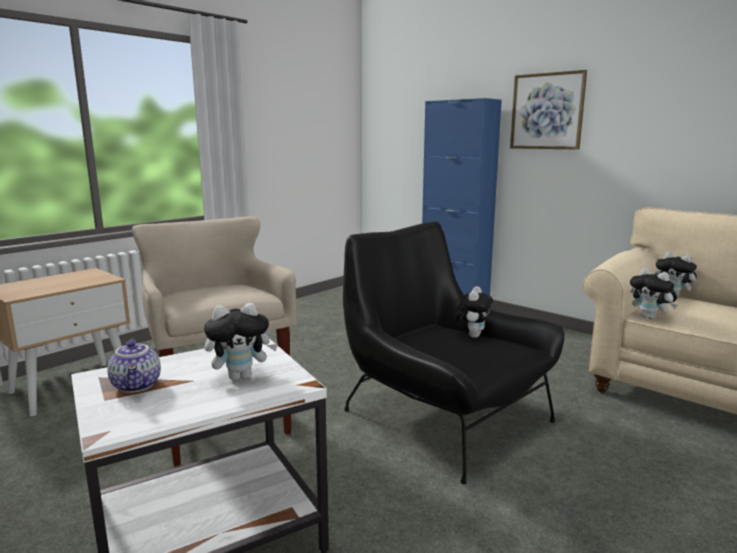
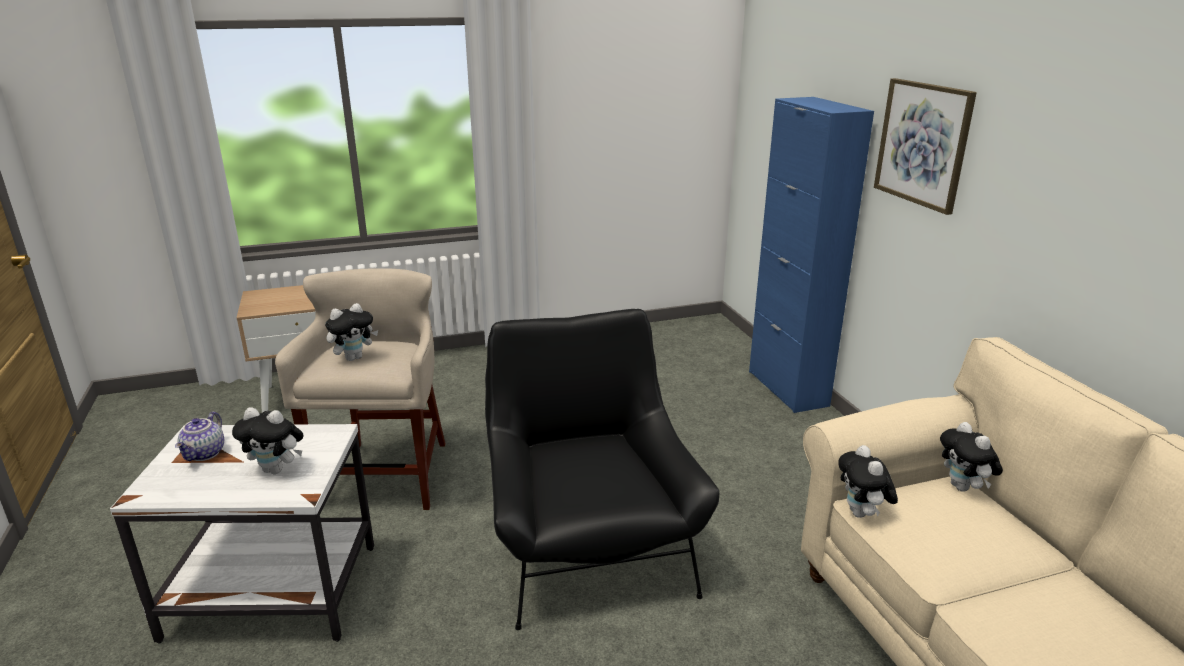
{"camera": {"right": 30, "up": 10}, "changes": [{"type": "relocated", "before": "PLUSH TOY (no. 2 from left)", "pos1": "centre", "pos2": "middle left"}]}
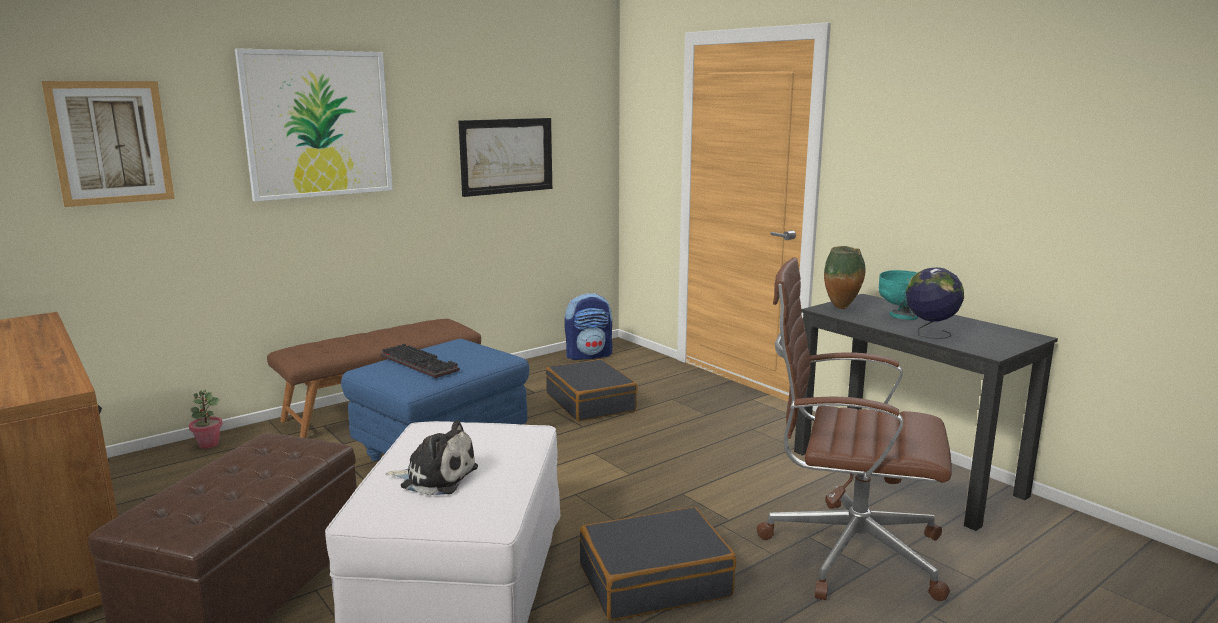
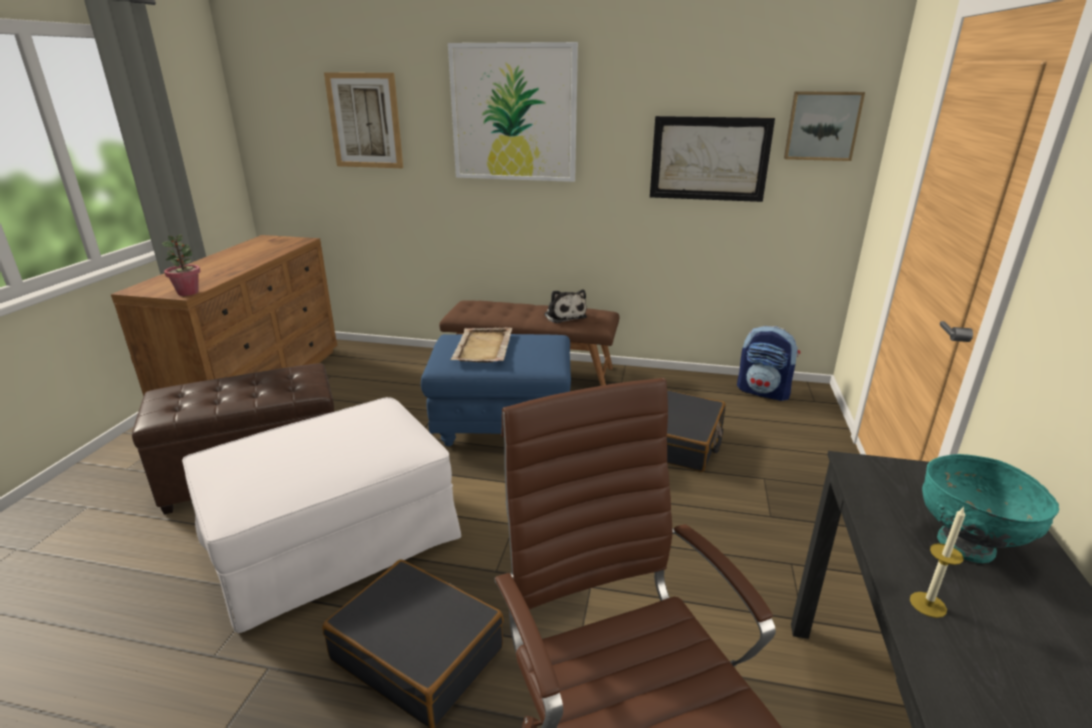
{"camera": {"right": 50, "up": 10}, "changes": [{"type": "relocated", "before": "POTTED PLANT", "pos1": "bottom left", "pos2": "middle left"}, {"type": "exchanged", "before": "KEYBOARD", "after": "BEIGE TRAY", "pos1": "centre", "pos2": "centre"}, {"type": "relocated", "before": "PLUSH TOY", "pos1": "bottom centre", "pos2": "centre"}, {"type": "missing", "before": "VASE", "pos1": "middle right"}, {"type": "exchanged", "before": "GLOBE", "after": "CANDLE", "pos1": "middle right", "pos2": "bottom right"}, {"type": "appeared", "after": "PICTURE (no. 4 from left)", "pos2": "top right"}]}
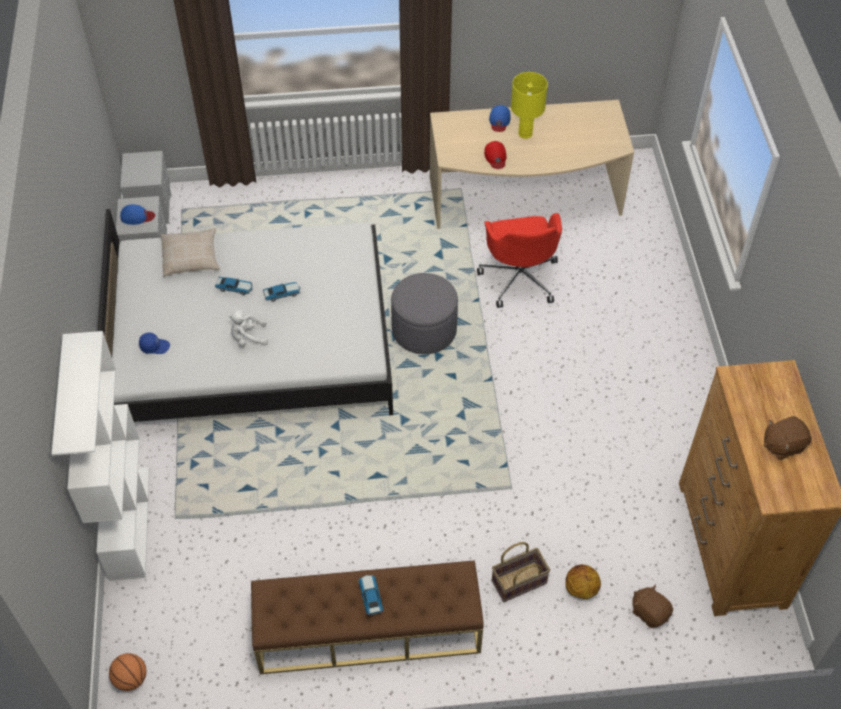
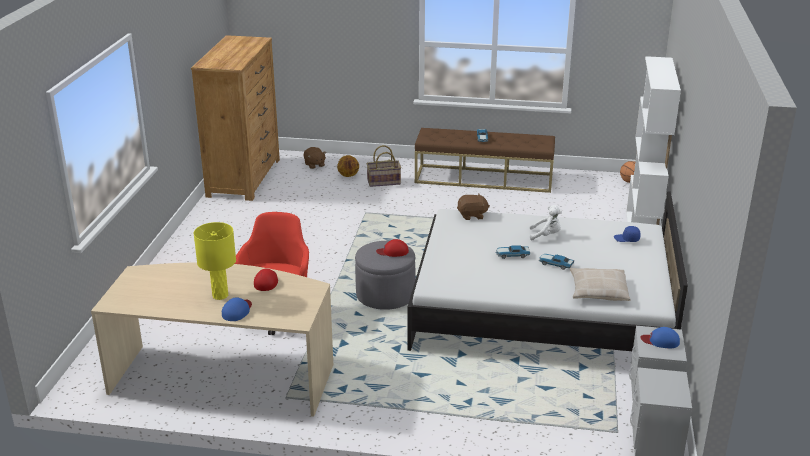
{"camera": {"right": -165, "up": -25}, "changes": [{"type": "relocated", "before": "BROWN PLUSH TOY (no. 2 from left)", "pos1": "middle right", "pos2": "centre"}, {"type": "appeared", "after": "RED CAP (no. 2 from left)", "pos2": "centre"}]}
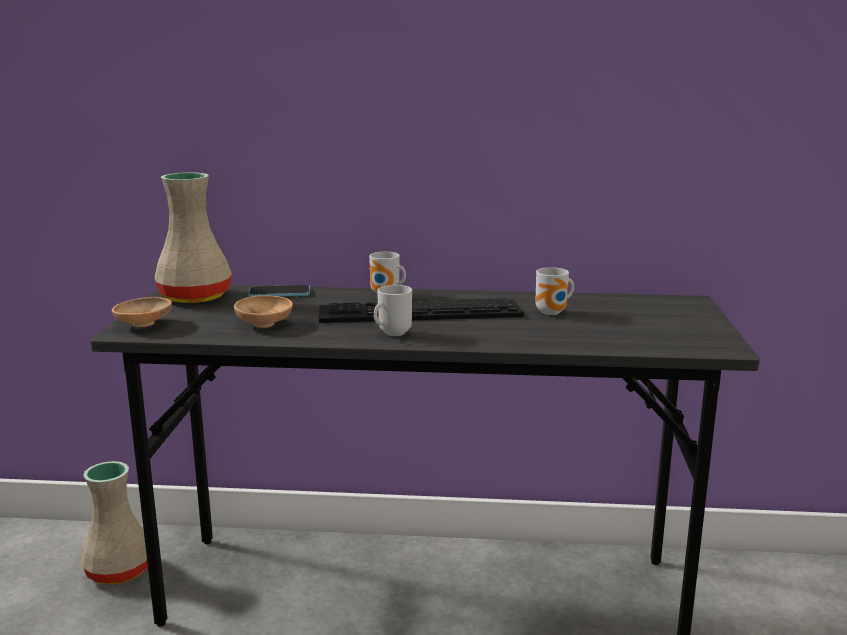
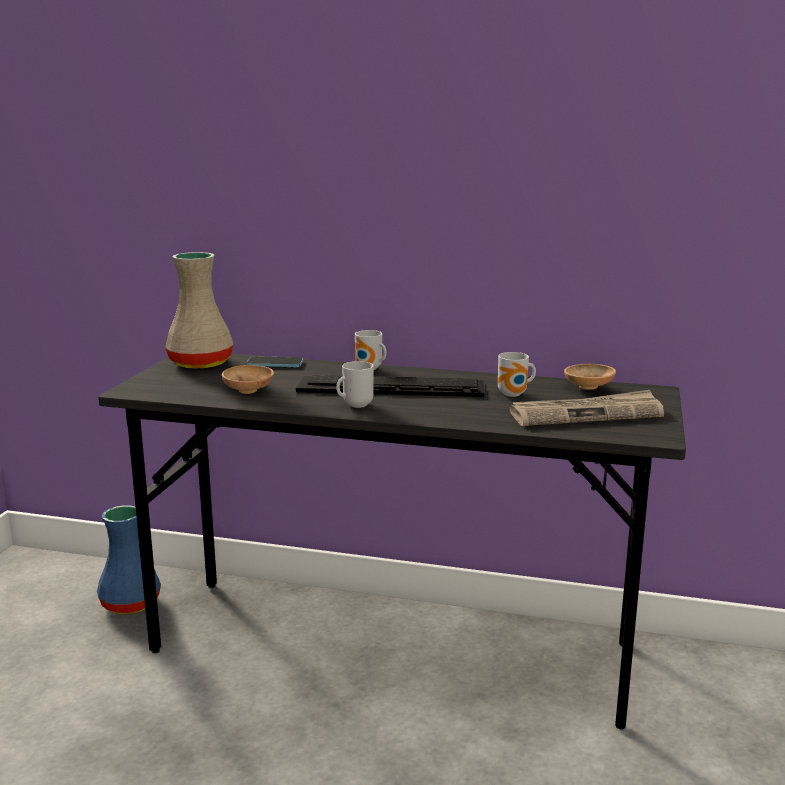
{"camera": {"right": 10, "up": 0}, "changes": [{"type": "colour", "before": "BEIGE VASE (no. 1 from left)", "after": "BLUE VASE", "pos1": "bottom left", "pos2": "bottom left"}, {"type": "relocated", "before": "BROWN BOWL (no. 1 from left in the first image)", "after": "BROWN BOWL (no. 2 from left)", "pos1": "middle left", "pos2": "middle right"}, {"type": "appeared", "after": "NEWSPAPER", "pos2": "middle right"}]}
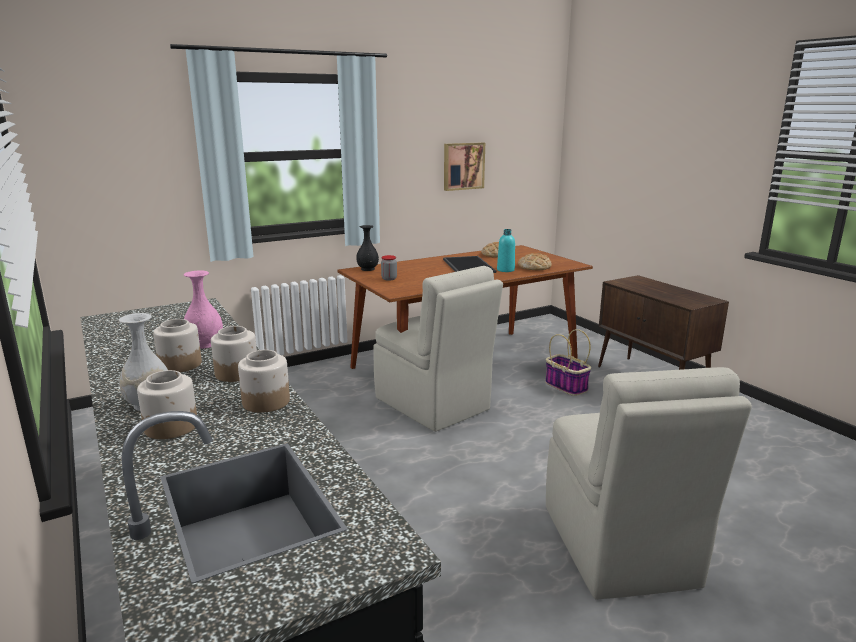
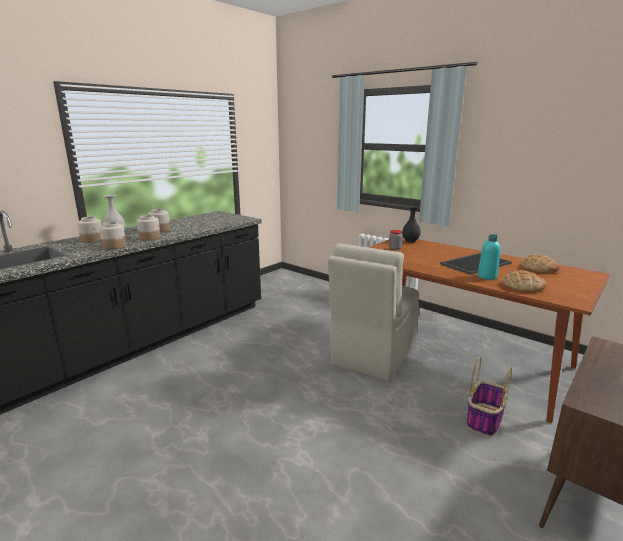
{"camera": {"right": 70, "up": 0}, "changes": [{"type": "missing", "before": "PINK VASE", "pos1": "middle left"}, {"type": "missing", "before": "PICTURE", "pos1": "top centre"}, {"type": "missing", "before": "BEIGE CHAIR (no. 2 from left)", "pos1": "bottom right"}]}
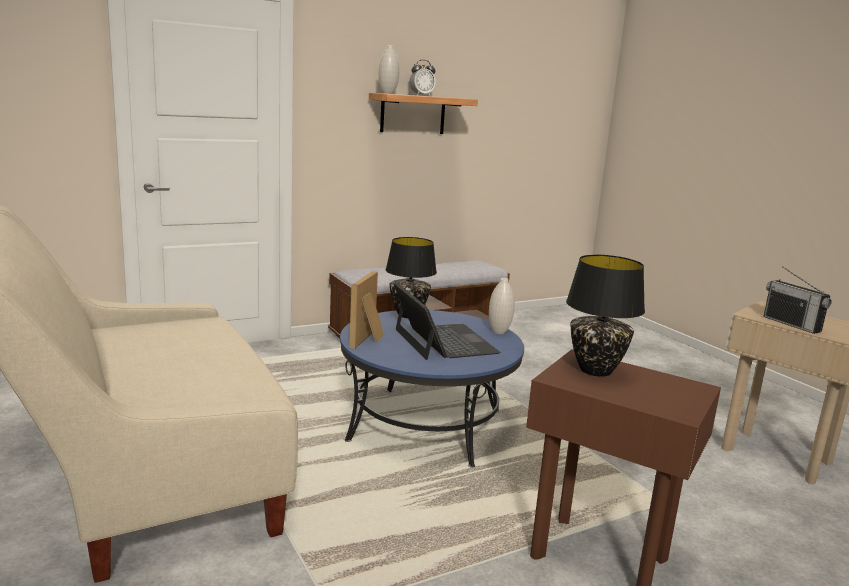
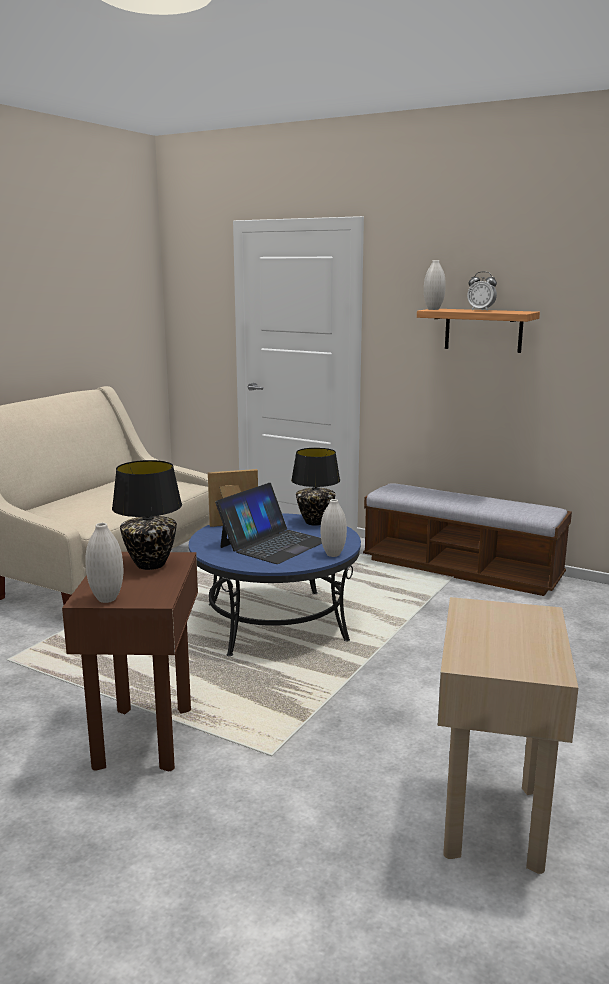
{"camera": {"right": 60, "up": 0}, "changes": [{"type": "missing", "before": "RADIO", "pos1": "middle right"}, {"type": "appeared", "after": "WHITE VASE (no. 1 from left)", "pos2": "middle left"}]}
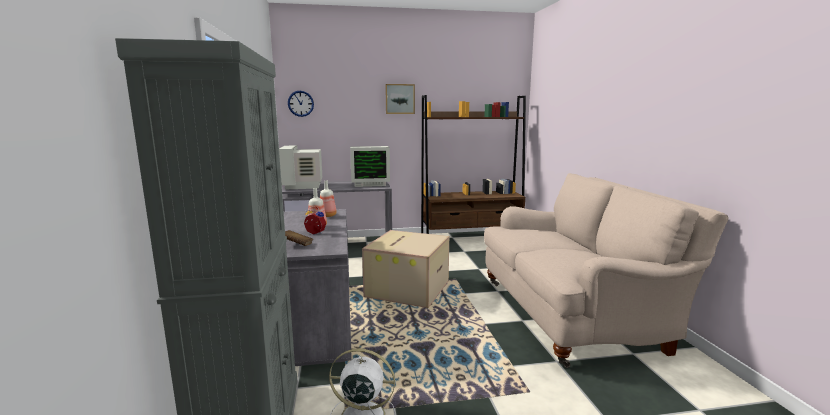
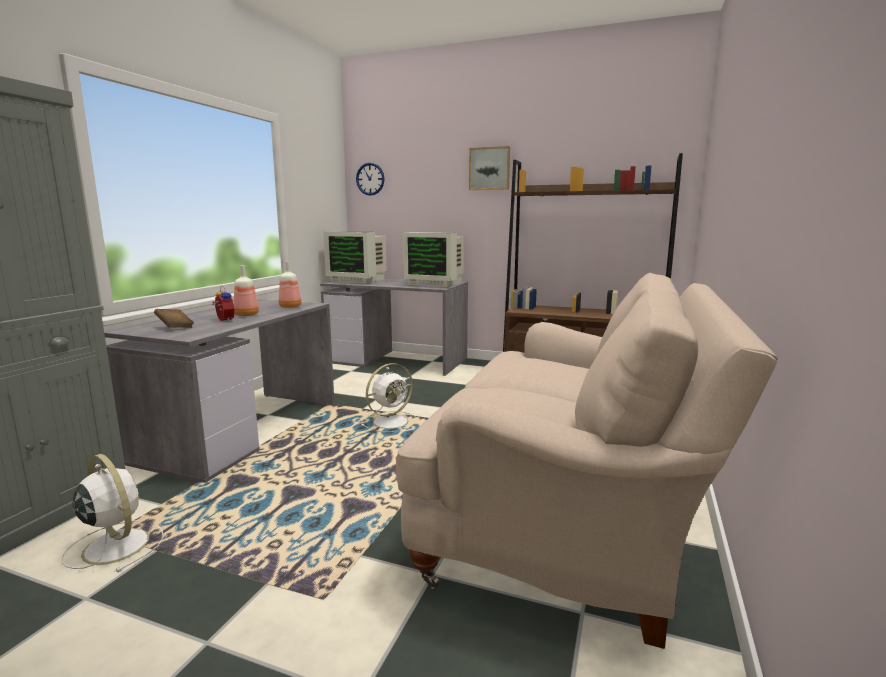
{"camera": {"right": 30, "up": 0}, "changes": [{"type": "spun", "before": "MONITOR (no. 1 from left)", "pos1": "centre", "pos2": "centre", "turn": -90}, {"type": "exchanged", "before": "CARDBOARD BOX", "after": "WHITE FAN (no. 2 from left)", "pos1": "centre", "pos2": "centre"}]}
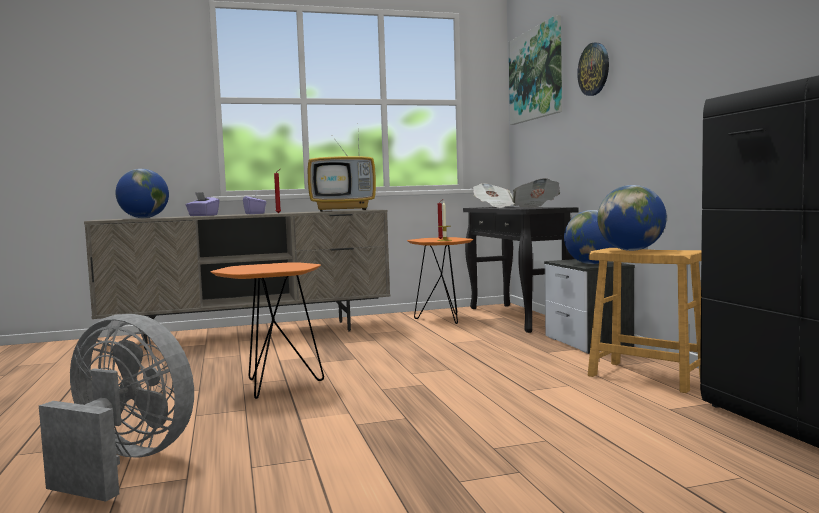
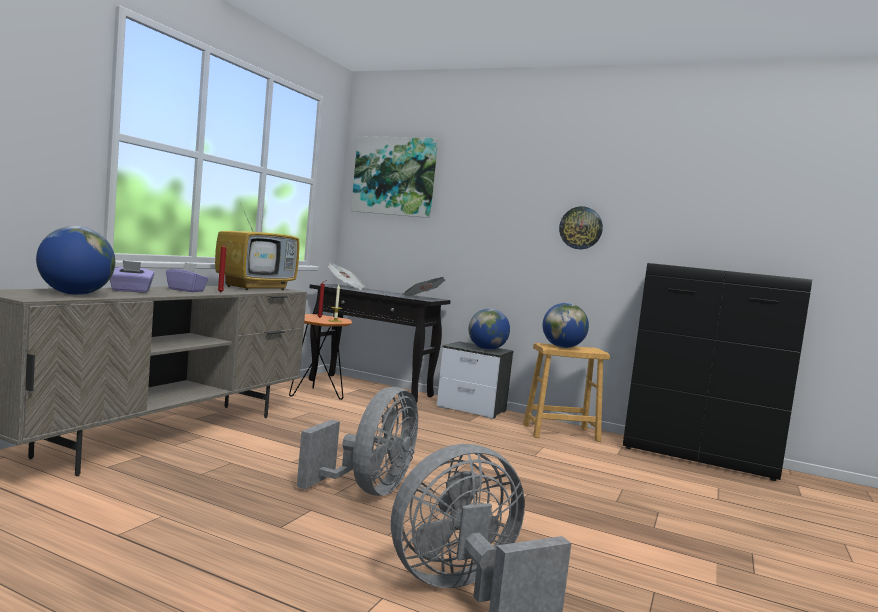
{"camera": {"right": -50, "up": 0}, "changes": [{"type": "exchanged", "before": "ORANGE SIDE TABLE (no. 1 from left)", "after": "GREY FAN (no. 1 from left)", "pos1": "middle left", "pos2": "bottom centre"}, {"type": "relocated", "before": "WALL CLOCK", "pos1": "top right", "pos2": "centre"}]}
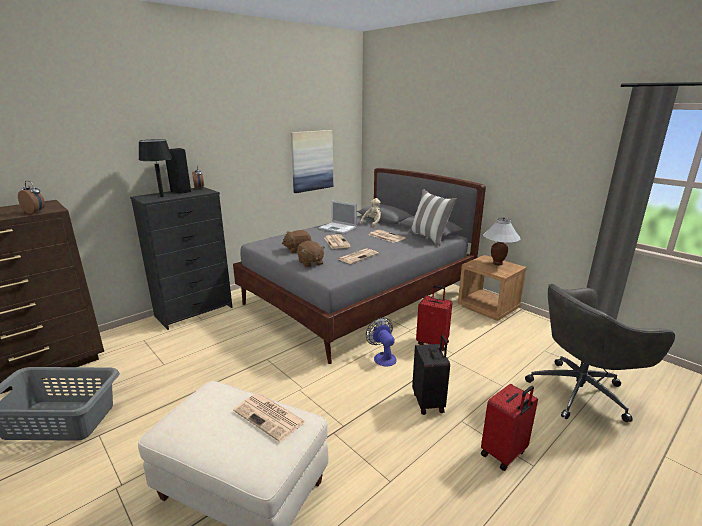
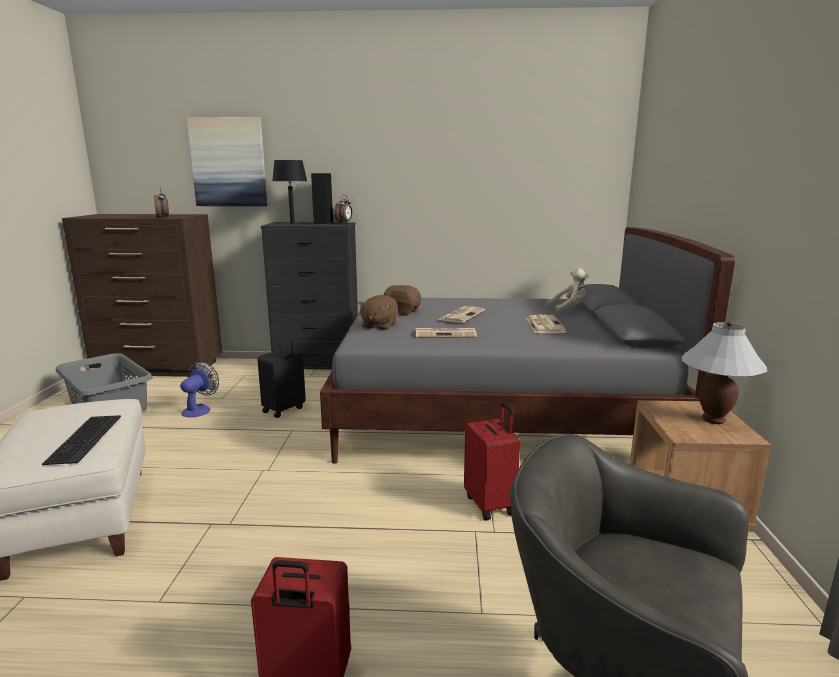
{"camera": {"right": 45, "up": -5}, "changes": [{"type": "exchanged", "before": "NEWSPAPER (no. 1 from left)", "after": "KEYBOARD", "pos1": "bottom centre", "pos2": "middle left"}, {"type": "relocated", "before": "PICTURE", "pos1": "top centre", "pos2": "top left"}, {"type": "missing", "before": "LAPTOP", "pos1": "centre"}, {"type": "relocated", "before": "FAN", "pos1": "centre", "pos2": "middle left"}, {"type": "missing", "before": "PILLOW", "pos1": "centre"}, {"type": "relocated", "before": "BLACK SUITCASE", "pos1": "bottom centre", "pos2": "centre"}]}
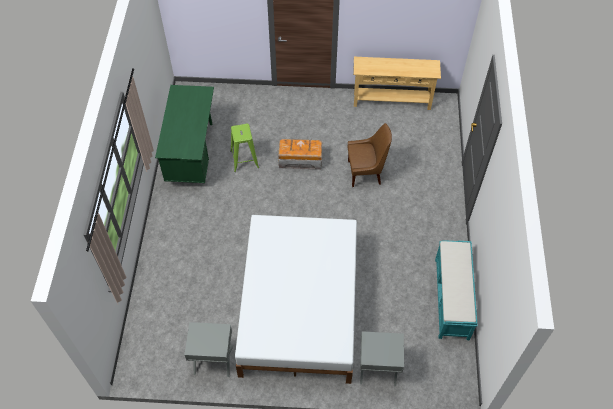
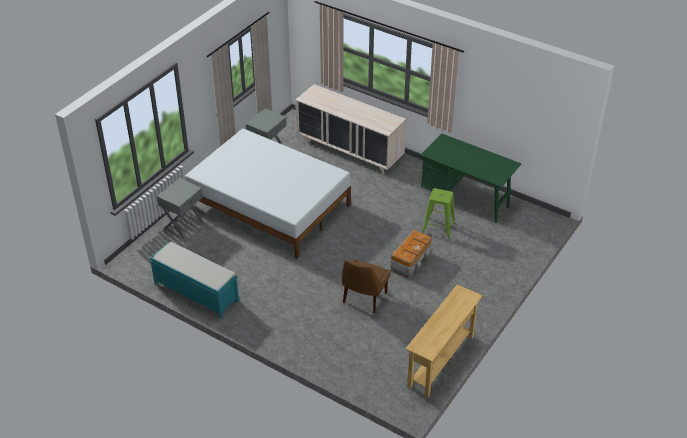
{"camera": {"right": 120, "up": -15}, "changes": [{"type": "appeared", "after": "BEIGE DRESSER", "pos2": "top centre"}]}
